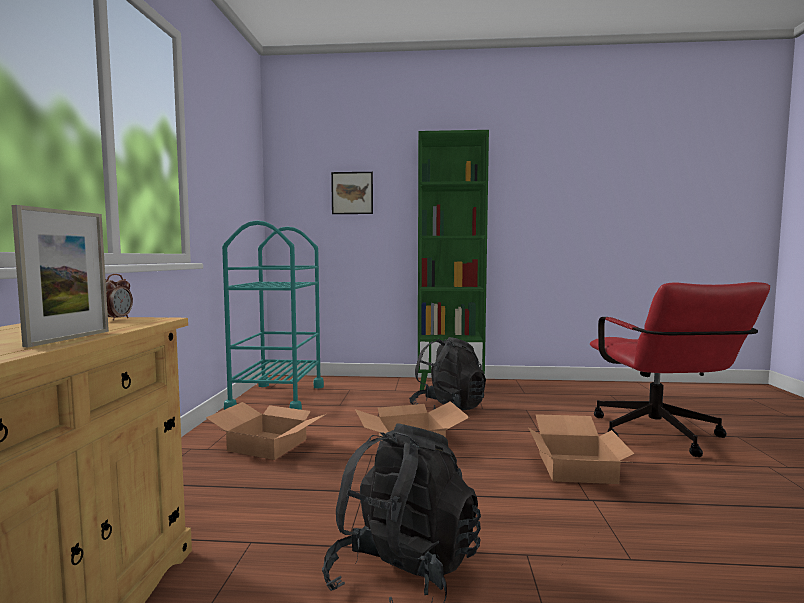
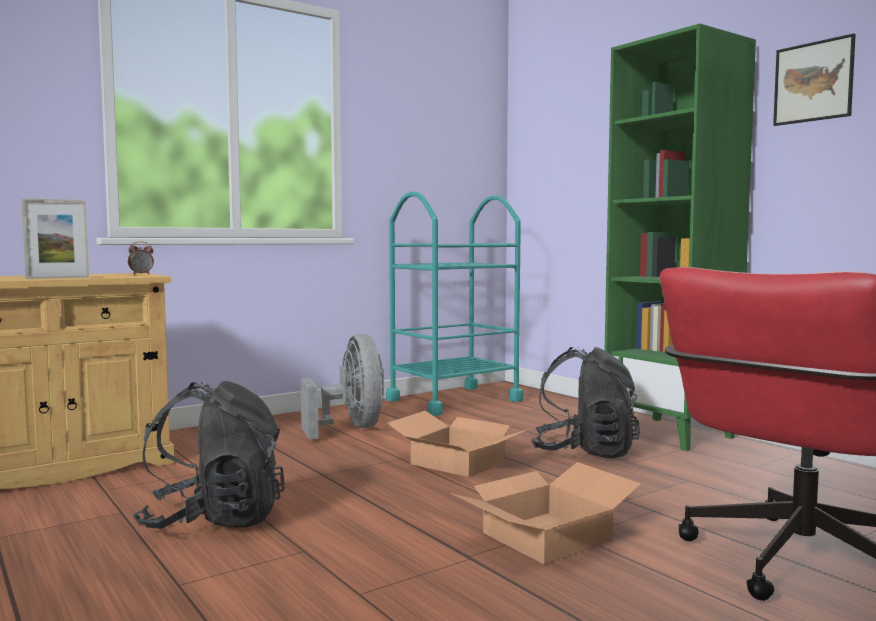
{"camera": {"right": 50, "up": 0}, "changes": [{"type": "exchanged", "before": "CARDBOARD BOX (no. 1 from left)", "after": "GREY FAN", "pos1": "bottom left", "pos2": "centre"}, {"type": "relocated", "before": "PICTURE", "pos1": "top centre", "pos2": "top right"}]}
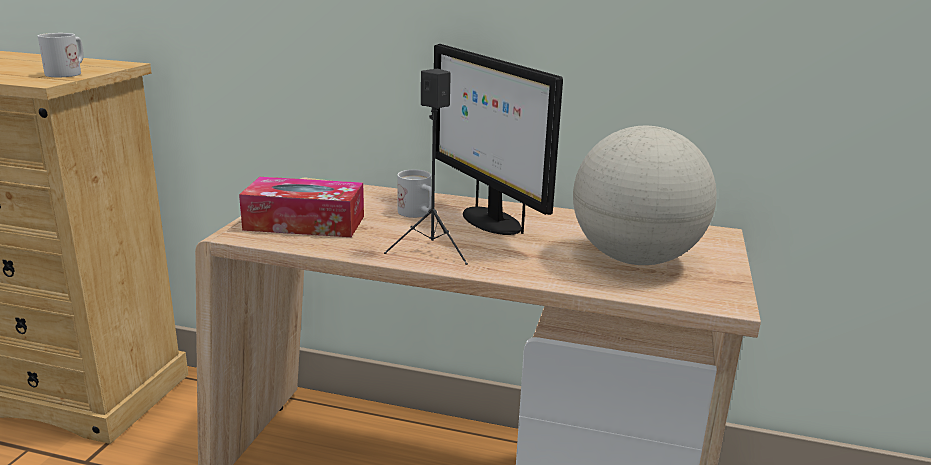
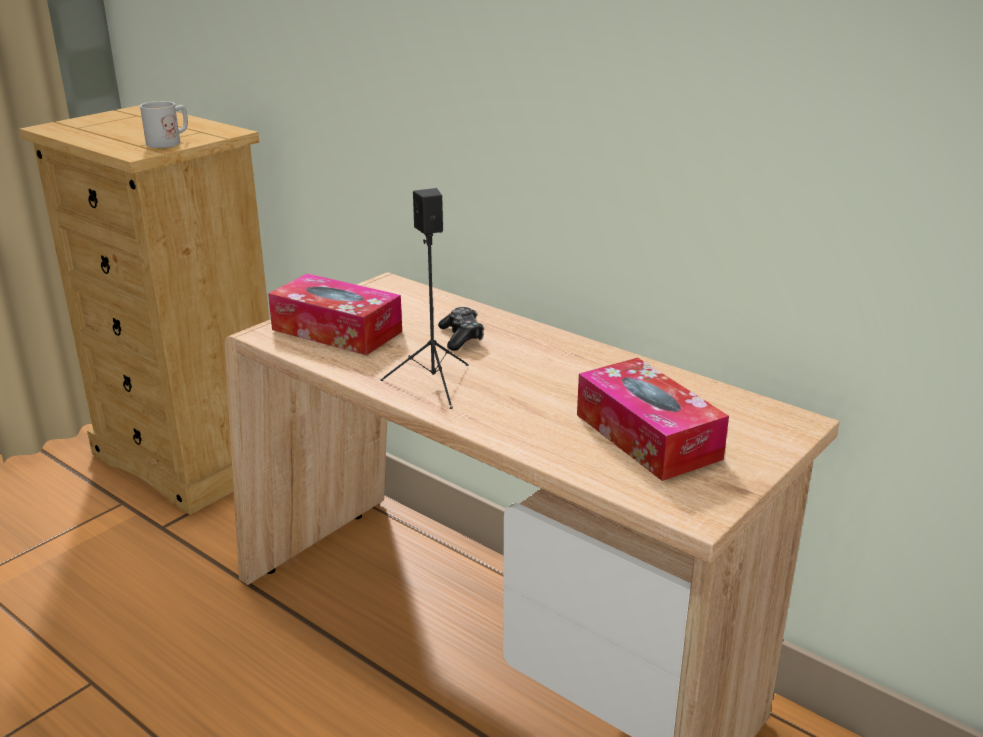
{"camera": {"right": 25, "up": 5}, "changes": [{"type": "exchanged", "before": "WHITE MUG (no. 2 from left)", "after": "GAME CONTROLLER", "pos1": "centre", "pos2": "centre"}, {"type": "missing", "before": "MONITOR", "pos1": "top centre"}, {"type": "exchanged", "before": "GLOBE", "after": "TISSUE BOX (no. 2 from left)", "pos1": "middle right", "pos2": "centre"}]}
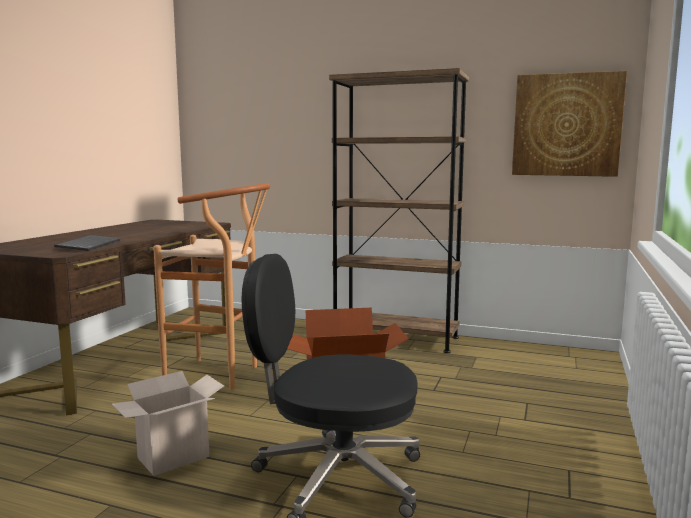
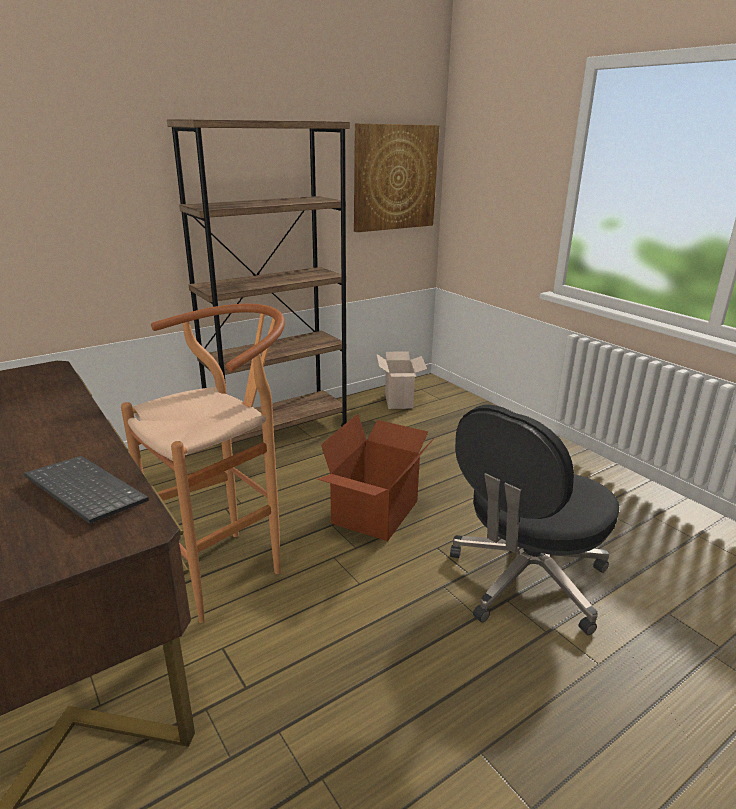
{"camera": {"right": -55, "up": 15}, "changes": [{"type": "relocated", "before": "CARDBOARD BOX (no. 1 from left in the first image)", "after": "CARDBOARD BOX (no. 2 from left)", "pos1": "bottom left", "pos2": "centre"}]}
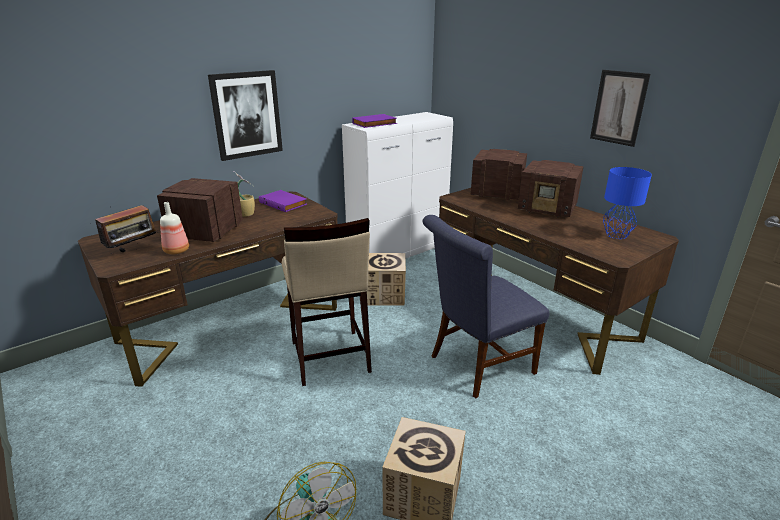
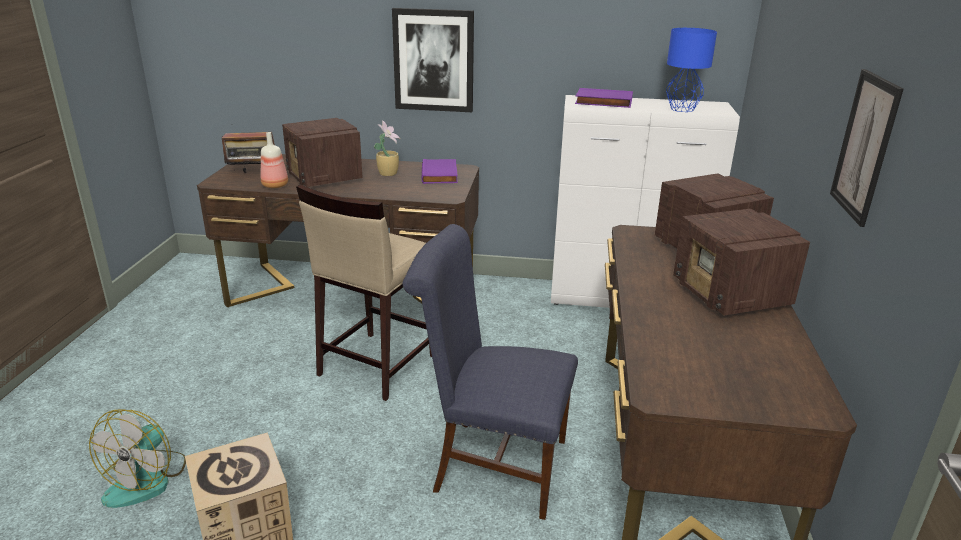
{"camera": {"right": 45, "up": 0}, "changes": [{"type": "spun", "before": "RADIO (no. 2 from left)", "pos1": "middle left", "pos2": "top centre", "turn": -90}, {"type": "missing", "before": "CARDBOARD BOX (no. 1 from left)", "pos1": "centre"}, {"type": "relocated", "before": "BLUE TABLE LAMP", "pos1": "middle right", "pos2": "top right"}]}
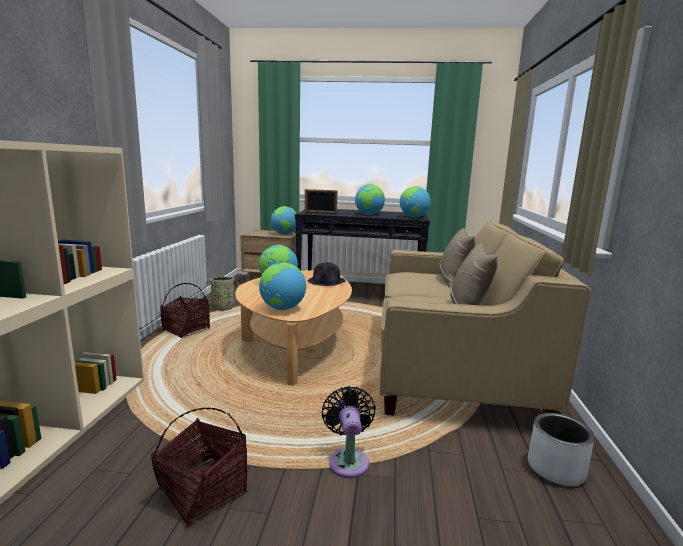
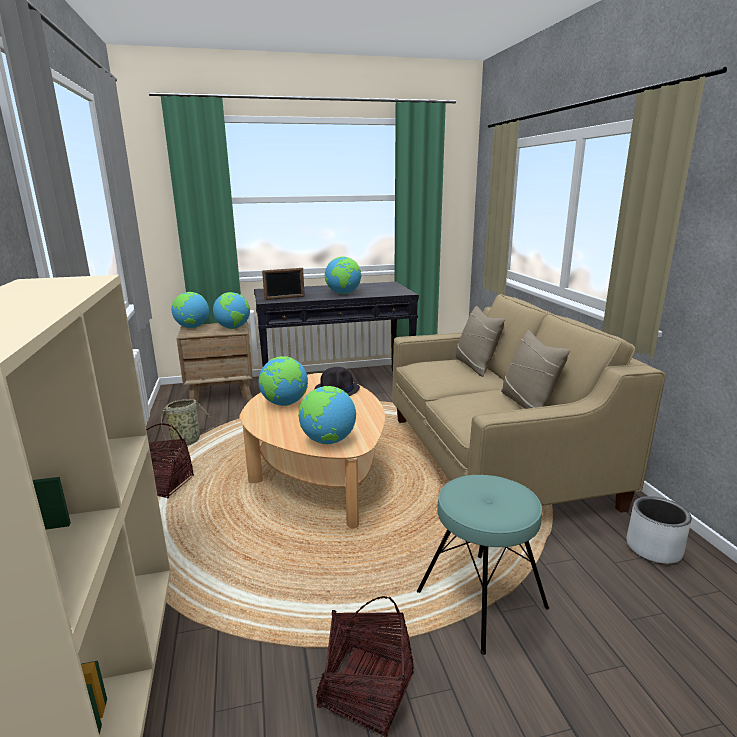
{"camera": {"right": -20, "up": 5}, "changes": [{"type": "exchanged", "before": "BLACK FAN", "after": "TURQUOISE STOOL", "pos1": "bottom centre", "pos2": "bottom centre"}, {"type": "relocated", "before": "GLOBE (no. 5 from left in the first image)", "after": "GLOBE (no. 1 from left)", "pos1": "centre", "pos2": "middle left"}]}
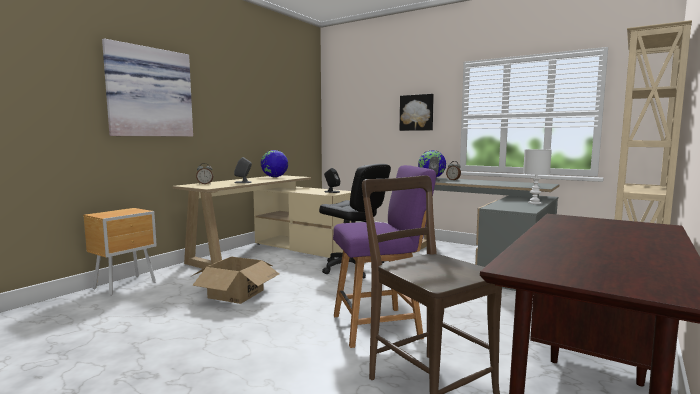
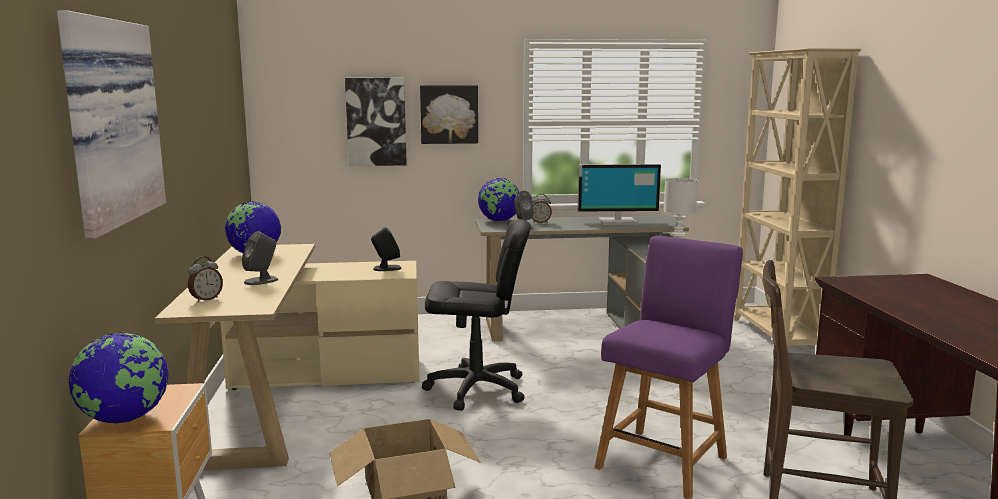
{"camera": {"right": -40, "up": 5}, "changes": [{"type": "appeared", "after": "GLOBE (no. 1 from left)", "pos2": "bottom left"}, {"type": "appeared", "after": "PICTURE (no. 2 from left)", "pos2": "top centre"}, {"type": "appeared", "after": "MONITOR", "pos2": "centre"}]}
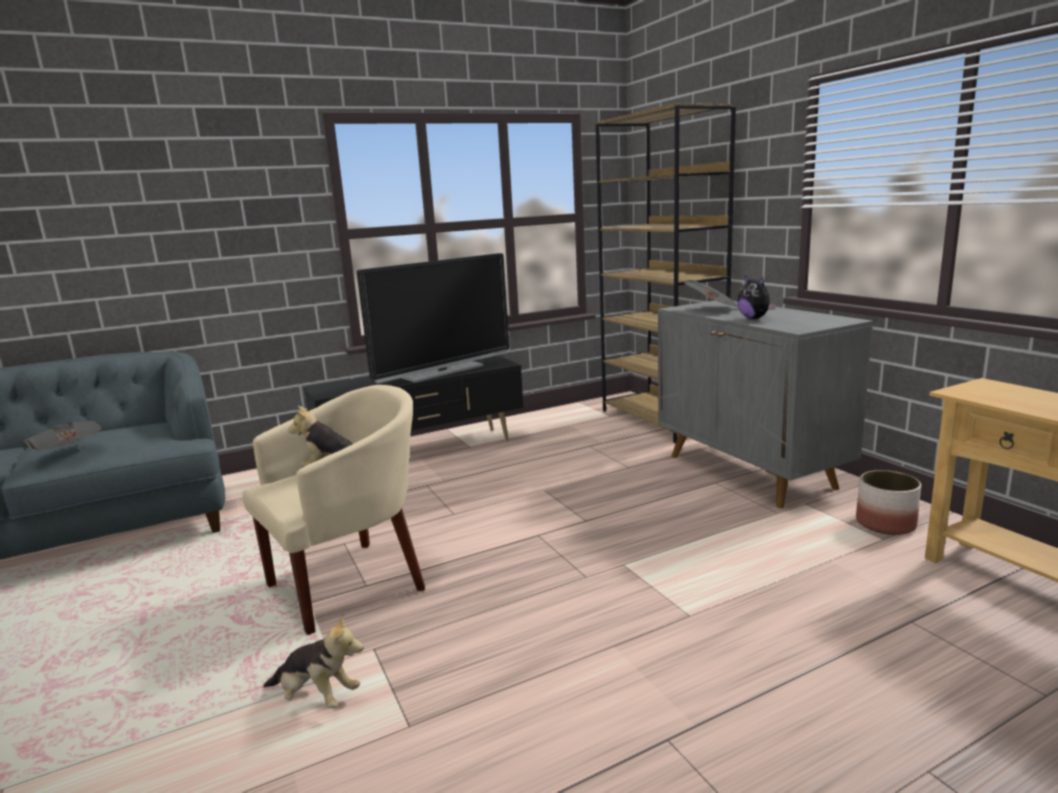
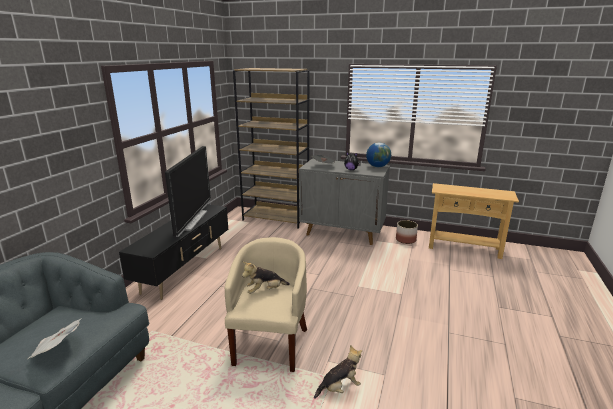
{"camera": {"right": -45, "up": 5}, "changes": [{"type": "appeared", "after": "GLOBE", "pos2": "centre"}]}
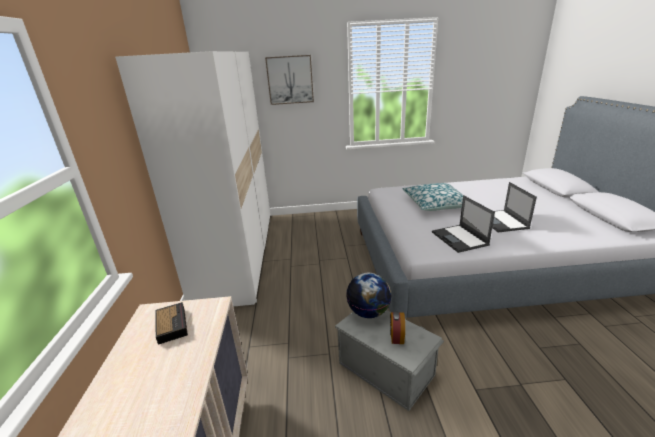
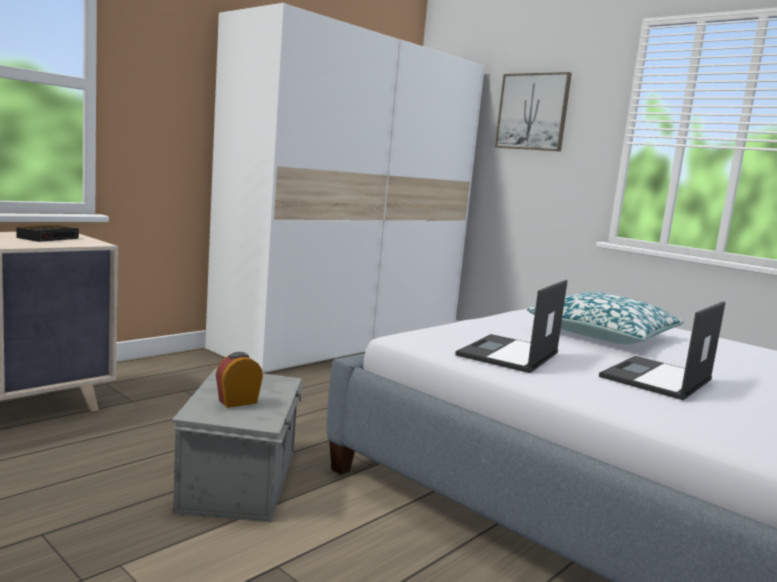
{"camera": {"right": 45, "up": -15}, "changes": [{"type": "missing", "before": "GLOBE", "pos1": "bottom centre"}]}
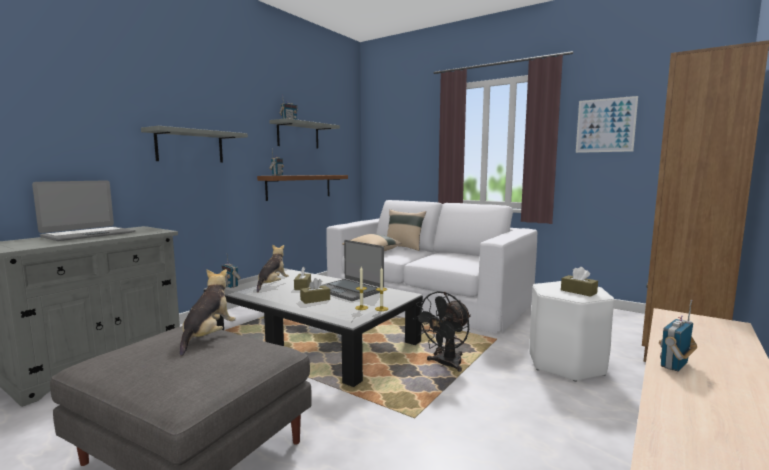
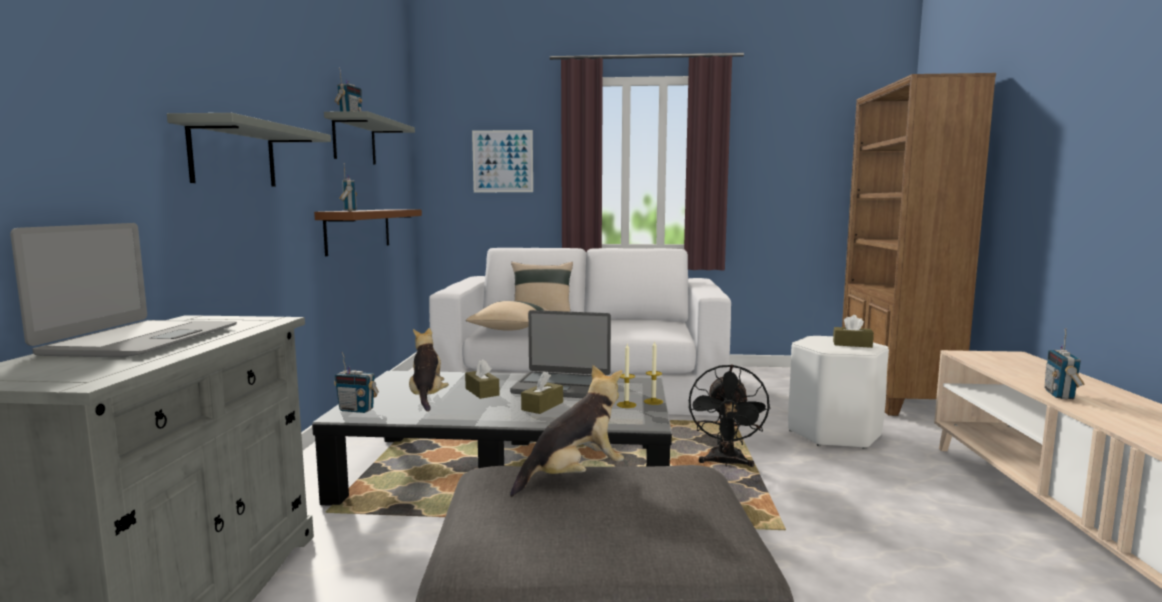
{"camera": {"right": -30, "up": 0}, "changes": [{"type": "spun", "before": "PLUSH TOY (no. 1 from left in the first image)", "pos1": "middle left", "pos2": "bottom centre", "turn": 75}, {"type": "relocated", "before": "PICTURE", "pos1": "top right", "pos2": "top centre"}]}
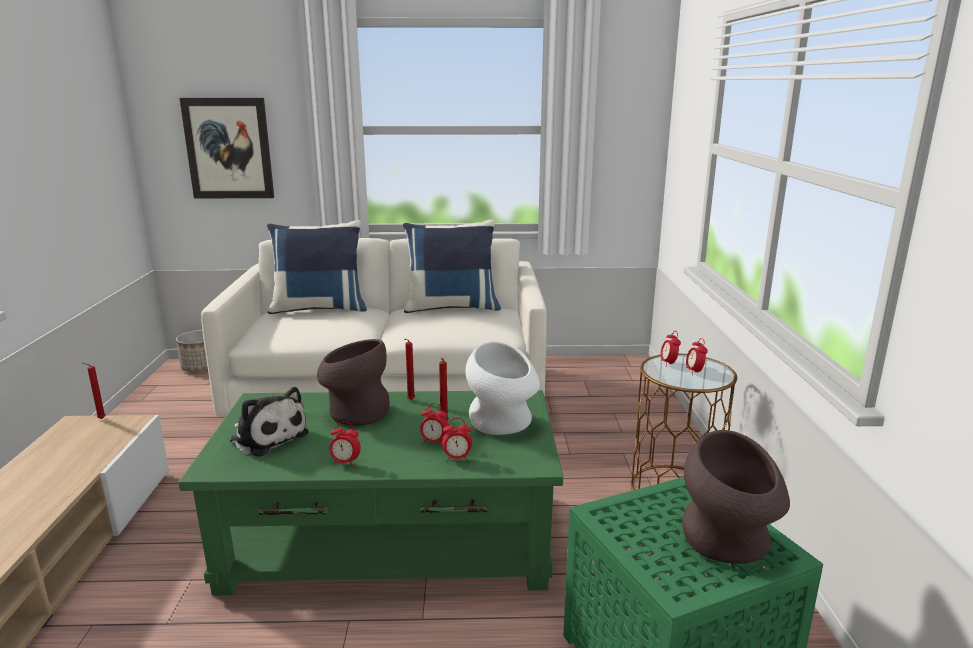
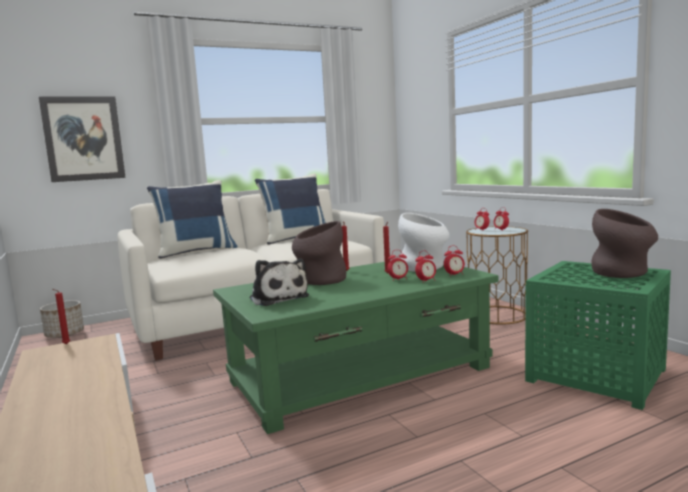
{"camera": {"right": -25, "up": -10}, "changes": [{"type": "spun", "before": "PLUSH TOY", "pos1": "middle left", "pos2": "centre", "turn": 45}, {"type": "relocated", "before": "ALARM CLOCK (no. 1 from left in the first image)", "after": "ALARM CLOCK (no. 3 from left)", "pos1": "bottom centre", "pos2": "centre"}]}
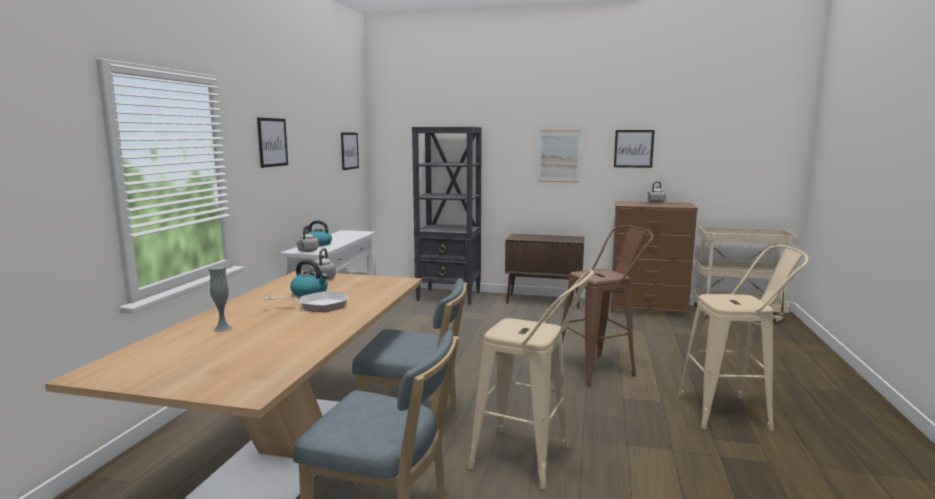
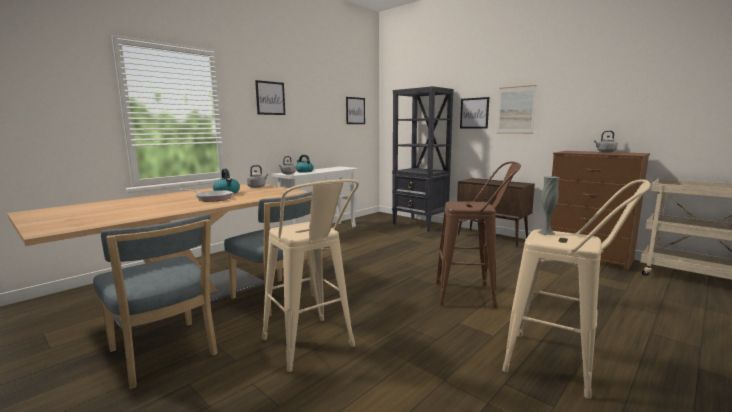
{"camera": {"right": 30, "up": 0}, "changes": [{"type": "relocated", "before": "GREY VASE", "pos1": "middle left", "pos2": "middle right"}, {"type": "relocated", "before": "PICTURE (no. 4 from left in the first image)", "after": "PICTURE (no. 3 from left)", "pos1": "top right", "pos2": "top centre"}]}
